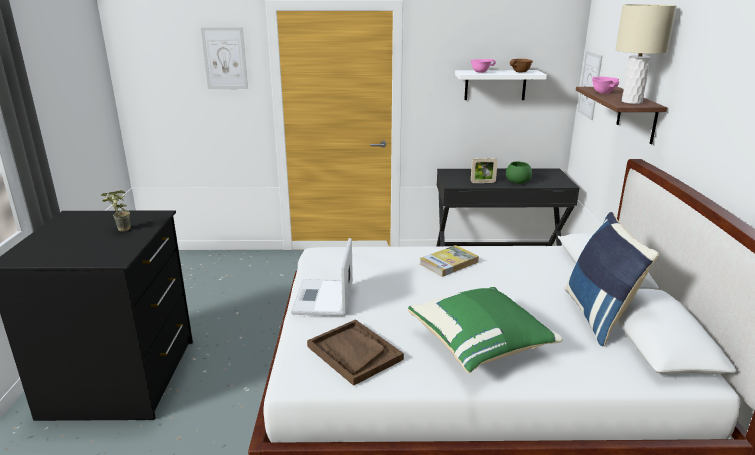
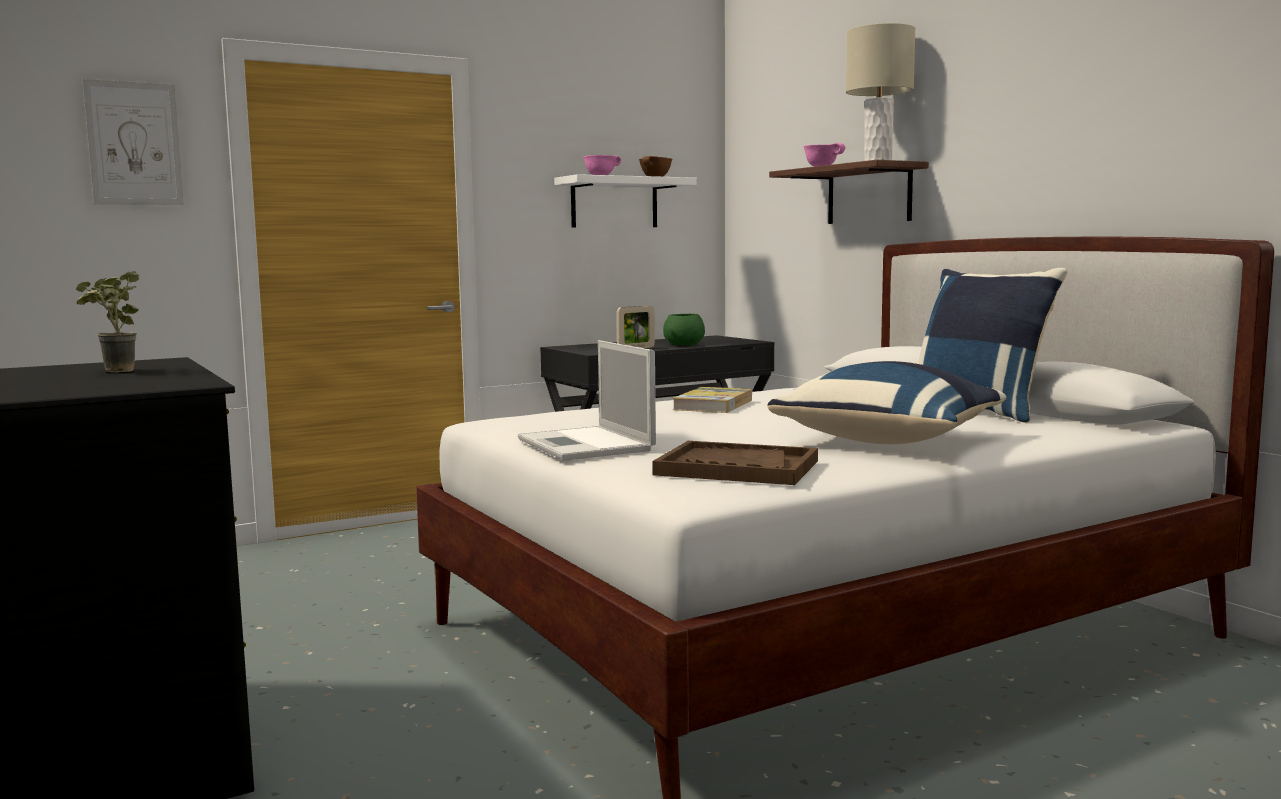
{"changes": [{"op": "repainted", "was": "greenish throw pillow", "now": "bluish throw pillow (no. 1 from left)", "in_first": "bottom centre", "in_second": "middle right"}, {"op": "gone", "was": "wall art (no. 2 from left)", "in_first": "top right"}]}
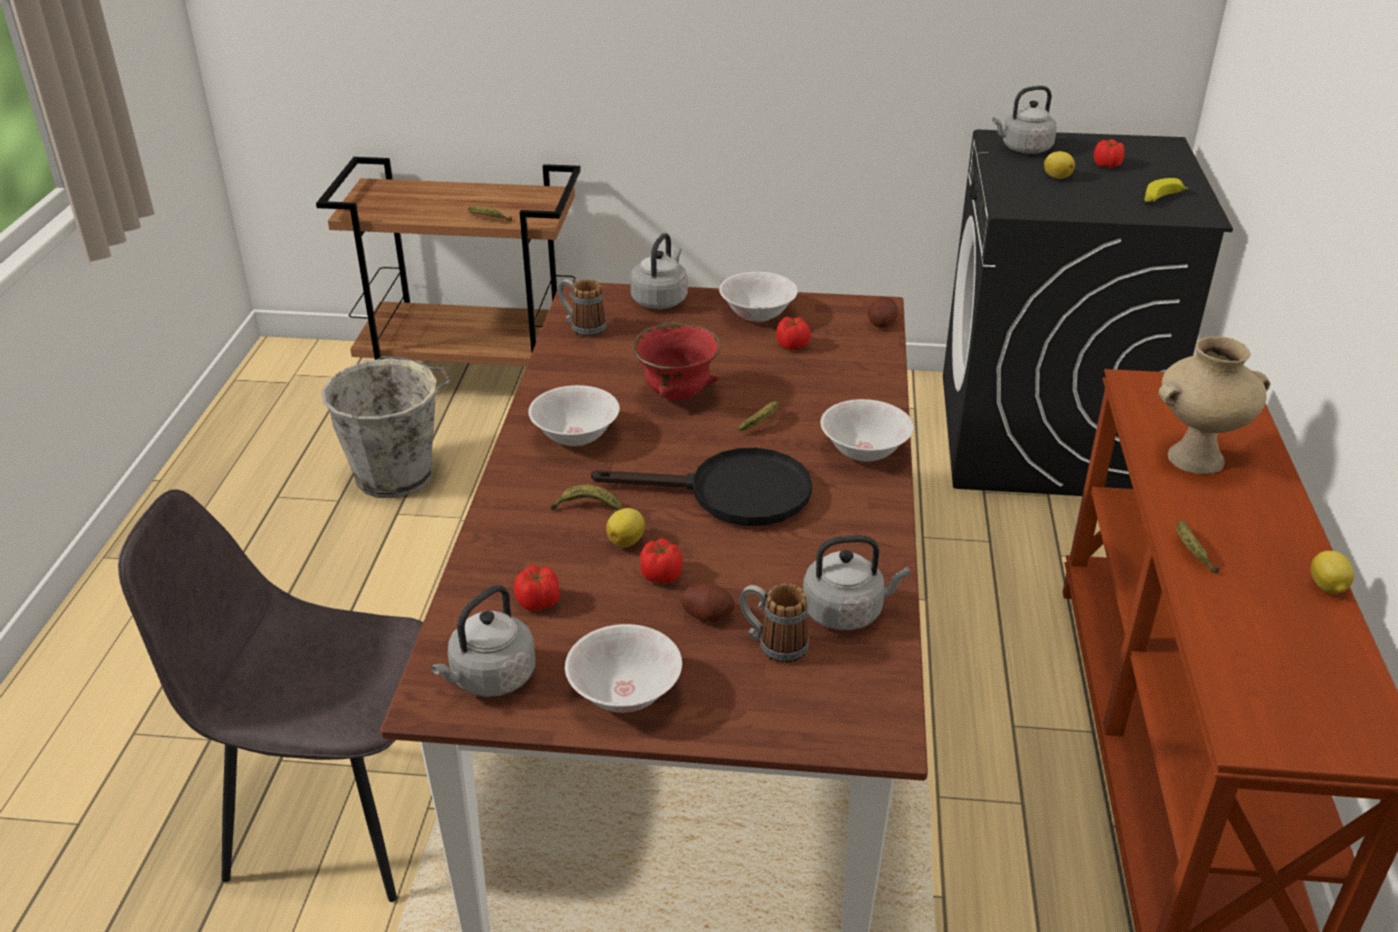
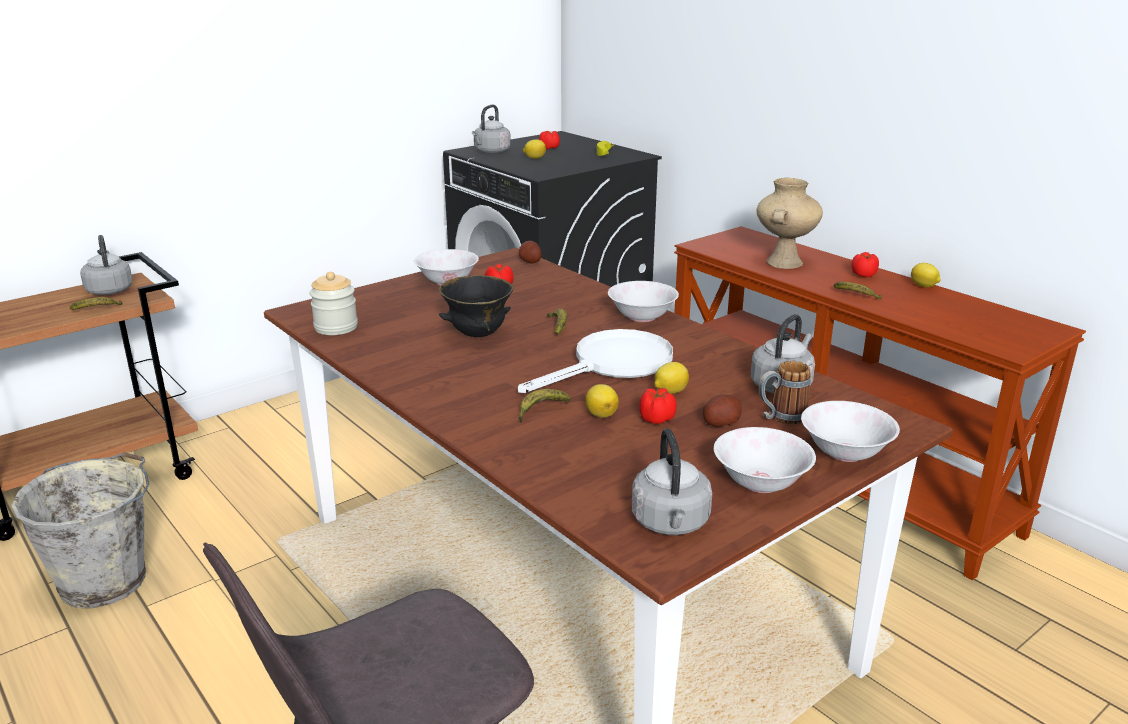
{"changes": [{"op": "shifted", "was": "fresh tomato (no. 1 from left in the first image)", "now": "fresh tomato (no. 4 from left)", "in_first": "centre", "in_second": "middle right"}, {"op": "shifted", "was": "whitish serving bowl (no. 1 from left in the first image)", "now": "whitish serving bowl (no. 4 from left)", "in_first": "centre", "in_second": "middle right"}, {"op": "swapped", "was": "coffee mug (no. 1 from left)", "now": "storage jar", "in_first": "top centre", "in_second": "middle left"}, {"op": "repainted", "was": "black skillet", "now": "whitish skillet", "in_first": "centre", "in_second": "centre"}, {"op": "shifted", "was": "grey tea kettle (no. 2 from left in the first image)", "now": "grey tea kettle (no. 1 from left)", "in_first": "top centre", "in_second": "middle left"}, {"op": "repainted", "was": "red serving bowl", "now": "black serving bowl", "in_first": "centre", "in_second": "centre"}, {"op": "new", "now": "citrus fruit (no. 3 from left)", "in_second": "centre"}]}
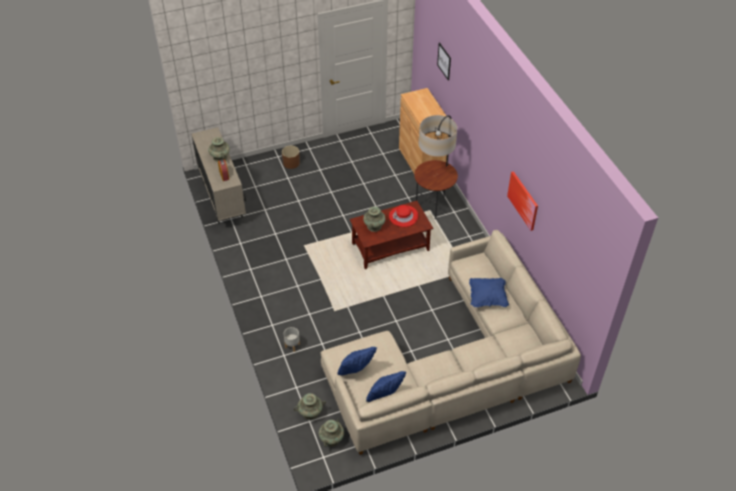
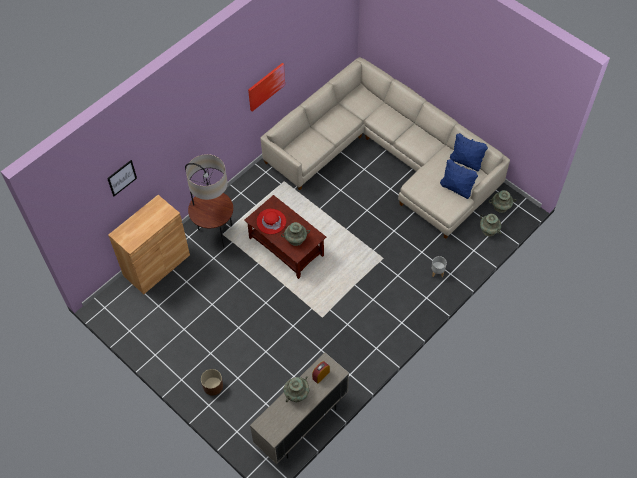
{"changes": [{"op": "gone", "was": "bluish throw pillow (no. 3 from left)", "in_first": "centre"}]}
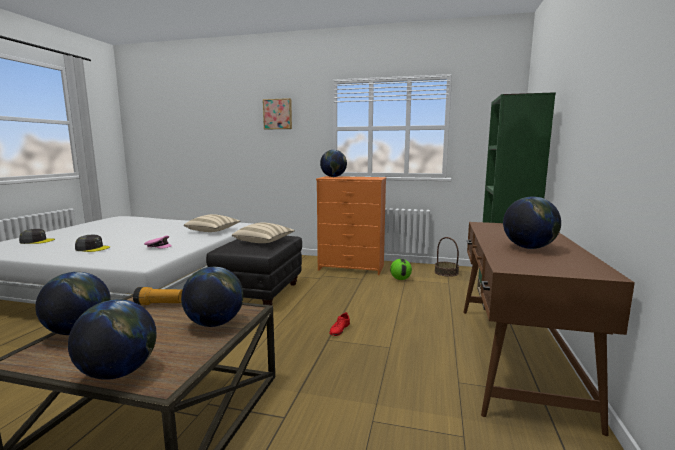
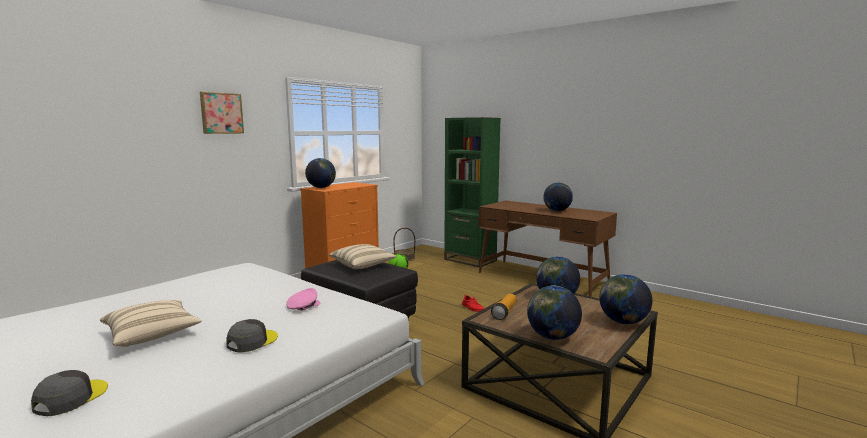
{"changes": [{"op": "shifted", "was": "beige throw pillow (no. 1 from left)", "in_first": "middle left", "in_second": "bottom left"}]}
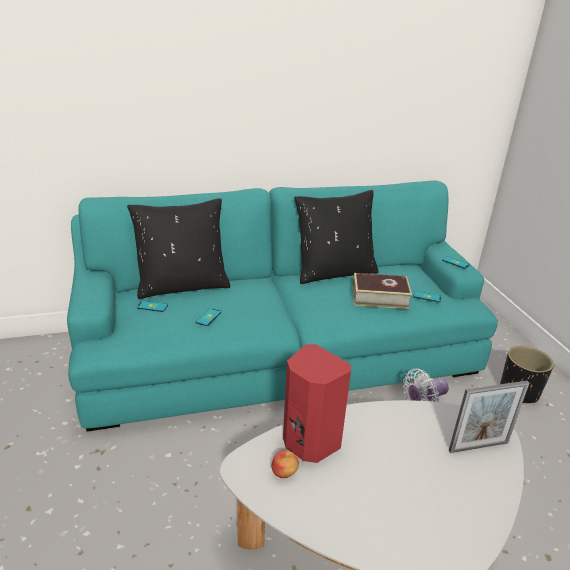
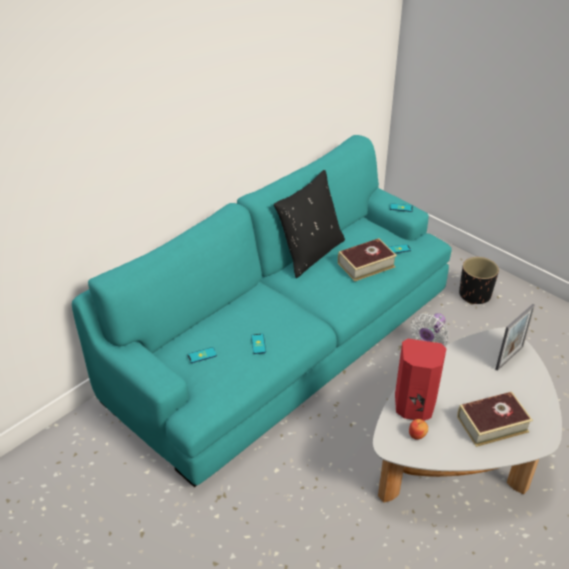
{"changes": [{"op": "gone", "was": "black throw pillow (no. 1 from left)", "in_first": "middle left"}, {"op": "new", "now": "volume (no. 2 from left)", "in_second": "bottom right"}]}
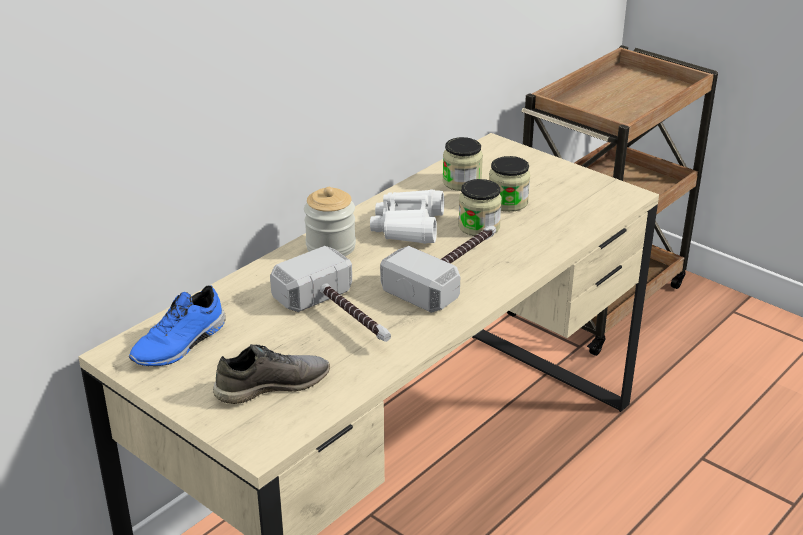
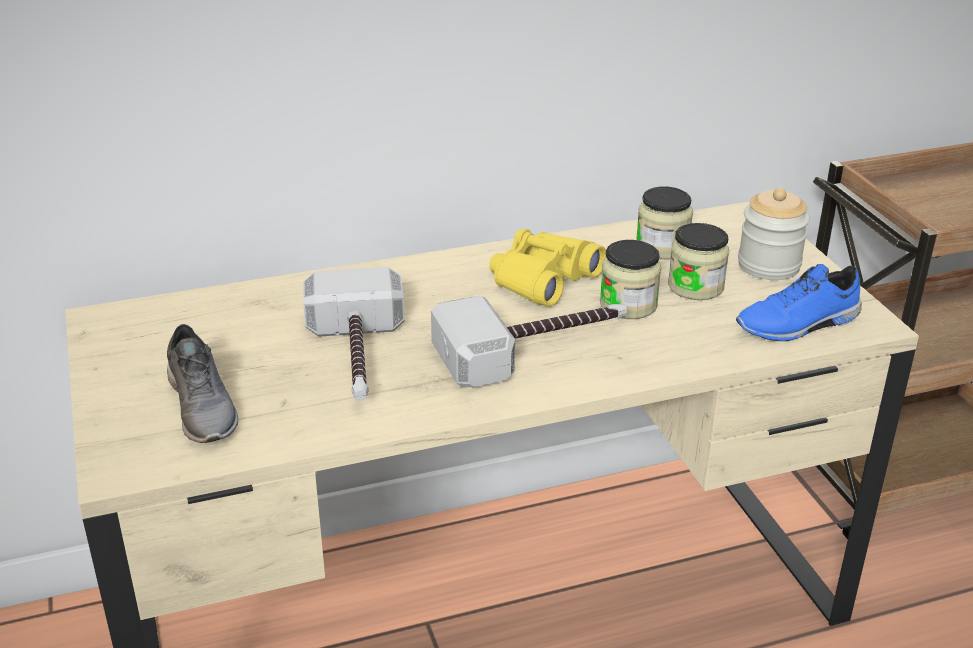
{"changes": [{"op": "shifted", "was": "bluish shoe", "in_first": "middle left", "in_second": "middle right"}, {"op": "rotated", "was": "grey shoe", "in_first": "bottom centre", "in_second": "middle left", "clockwise": 60}, {"op": "shifted", "was": "storage jar (no. 1 from left in the first image)", "now": "storage jar (no. 4 from left)", "in_first": "centre", "in_second": "middle right"}, {"op": "repainted", "was": "whitish binoculars", "now": "yellowish binoculars", "in_first": "centre", "in_second": "centre"}]}
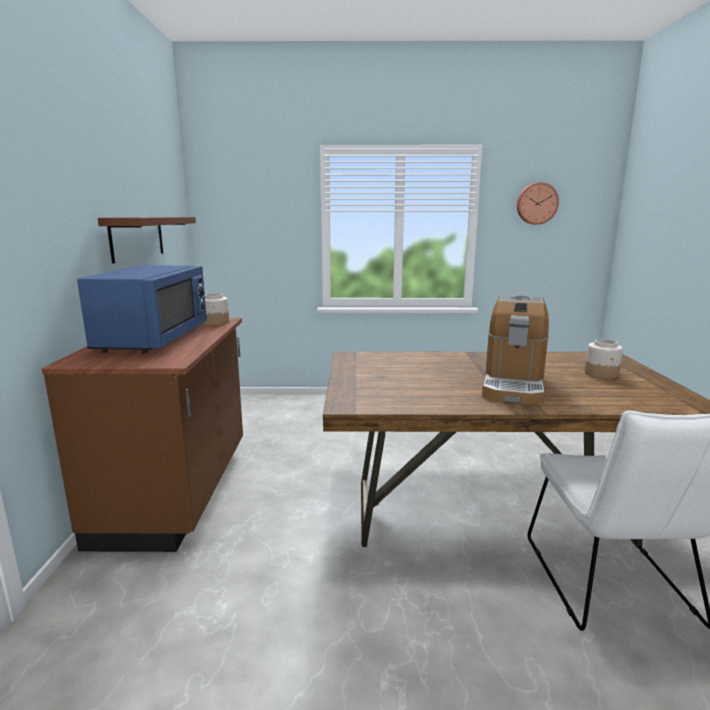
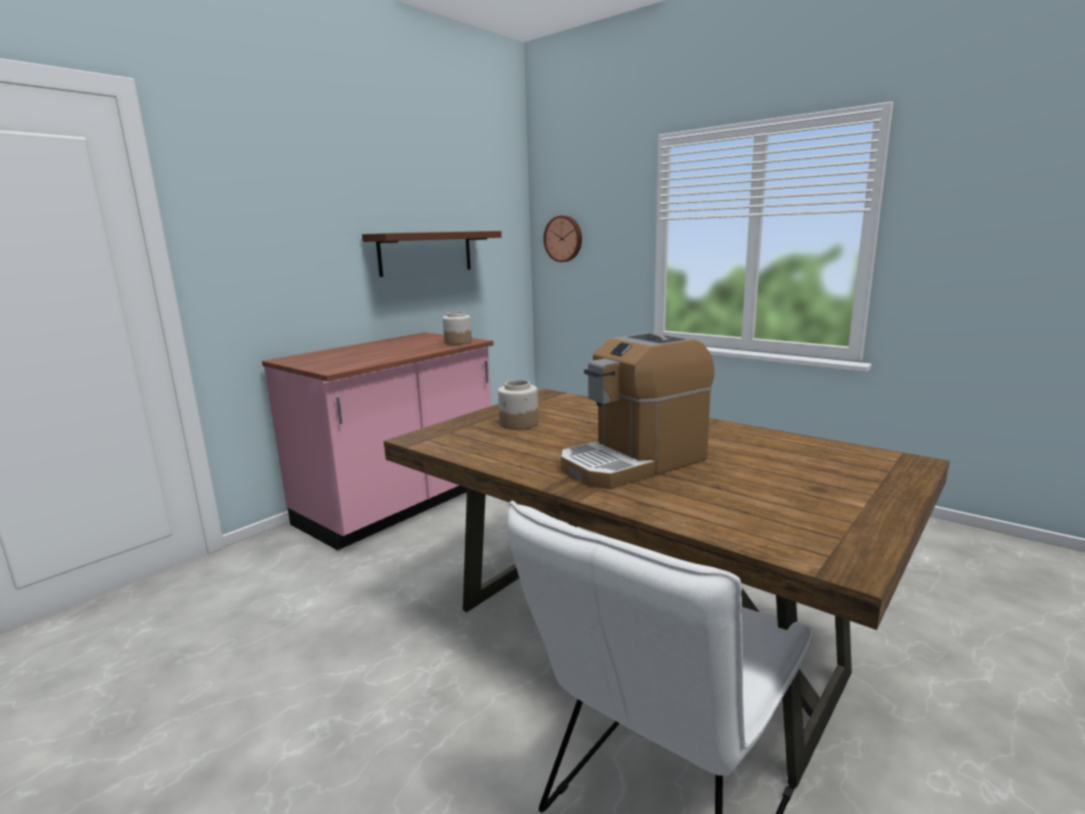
{"changes": [{"op": "repainted", "was": "brown kitchen base unit", "now": "pink kitchen base unit", "in_first": "middle left", "in_second": "centre"}, {"op": "gone", "was": "bluish microwave", "in_first": "middle left"}, {"op": "shifted", "was": "clock on the wall", "in_first": "top right", "in_second": "top centre"}, {"op": "shifted", "was": "storage jar (no. 2 from left)", "in_first": "middle right", "in_second": "centre"}]}
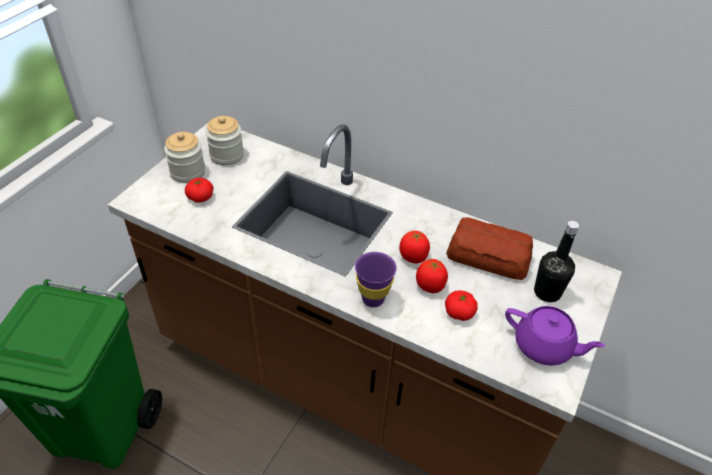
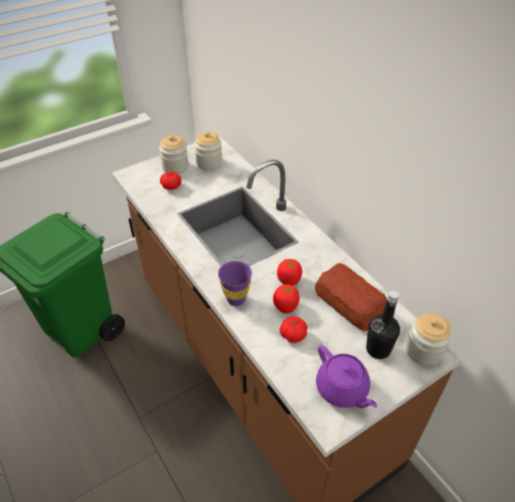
{"changes": [{"op": "new", "now": "storage jar (no. 3 from left)", "in_second": "bottom right"}]}
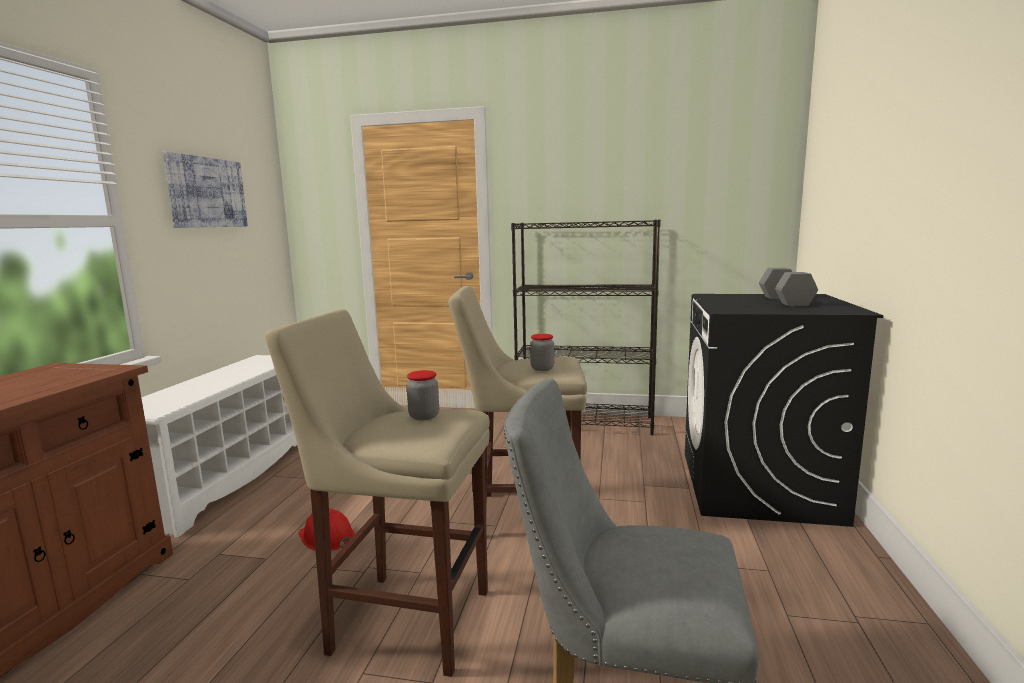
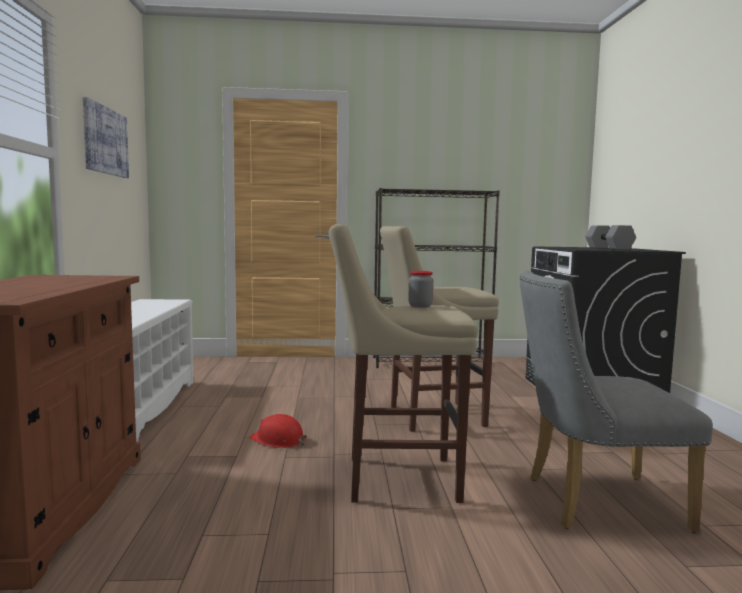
{"changes": [{"op": "gone", "was": "storage jar (no. 2 from left)", "in_first": "centre"}]}
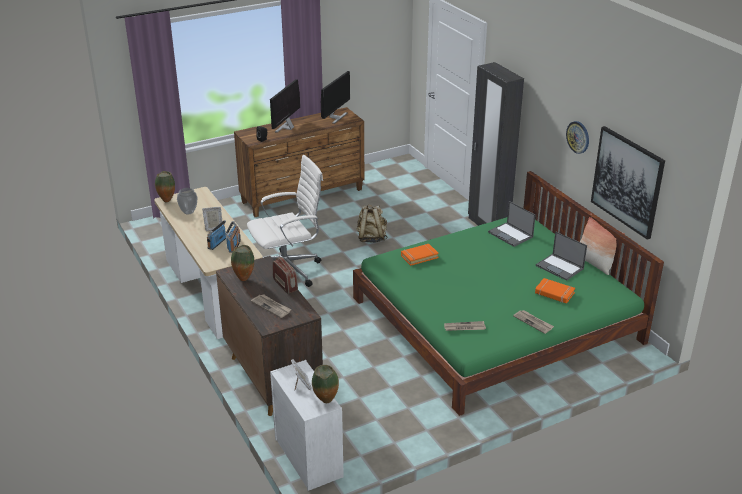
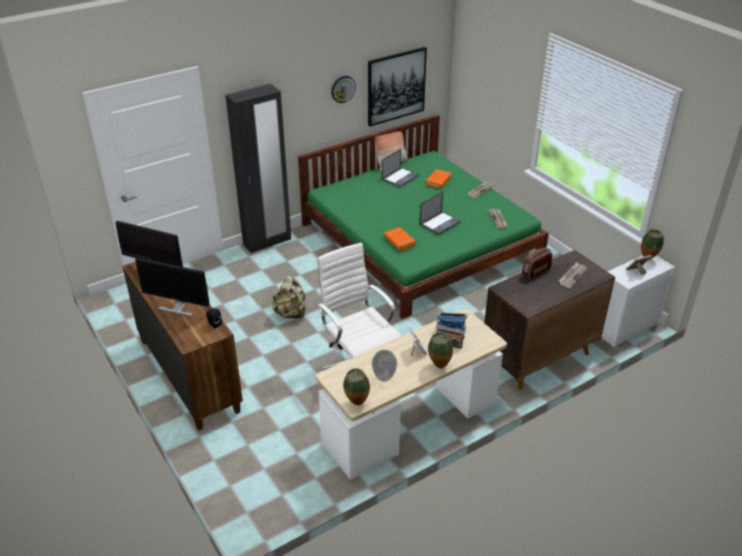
{"changes": [{"op": "shifted", "was": "vase (no. 3 from left)", "in_first": "middle left", "in_second": "centre"}, {"op": "shifted", "was": "notebook computer (no. 1 from left in the first image)", "now": "notebook computer (no. 2 from left)", "in_first": "middle right", "in_second": "centre"}]}
